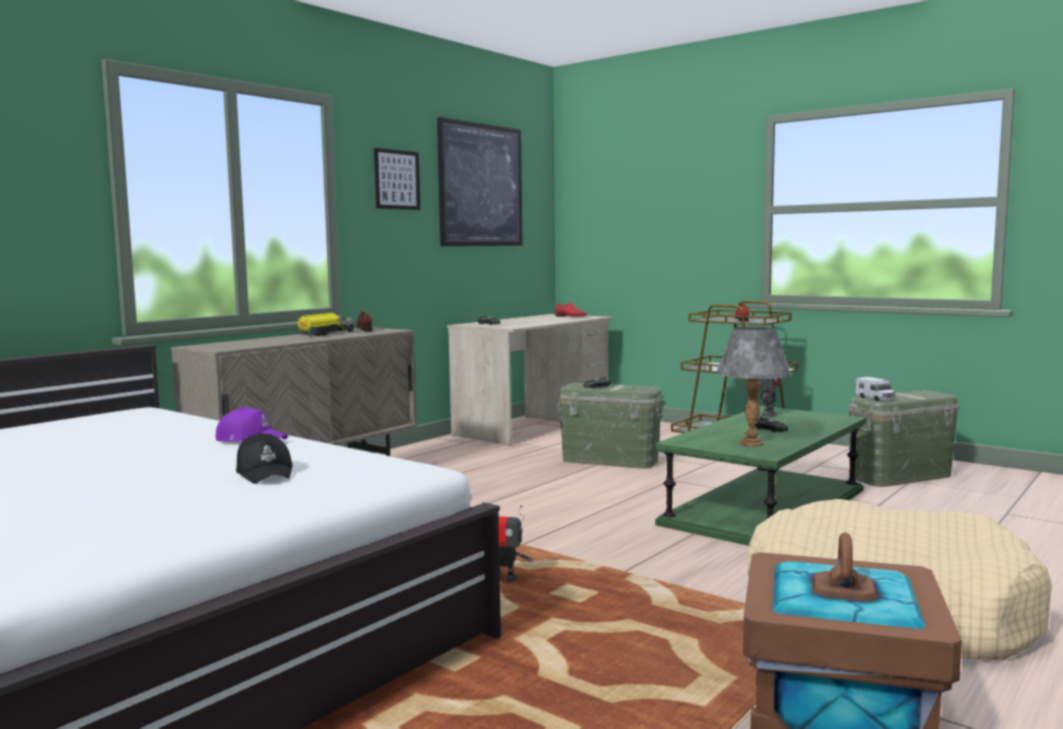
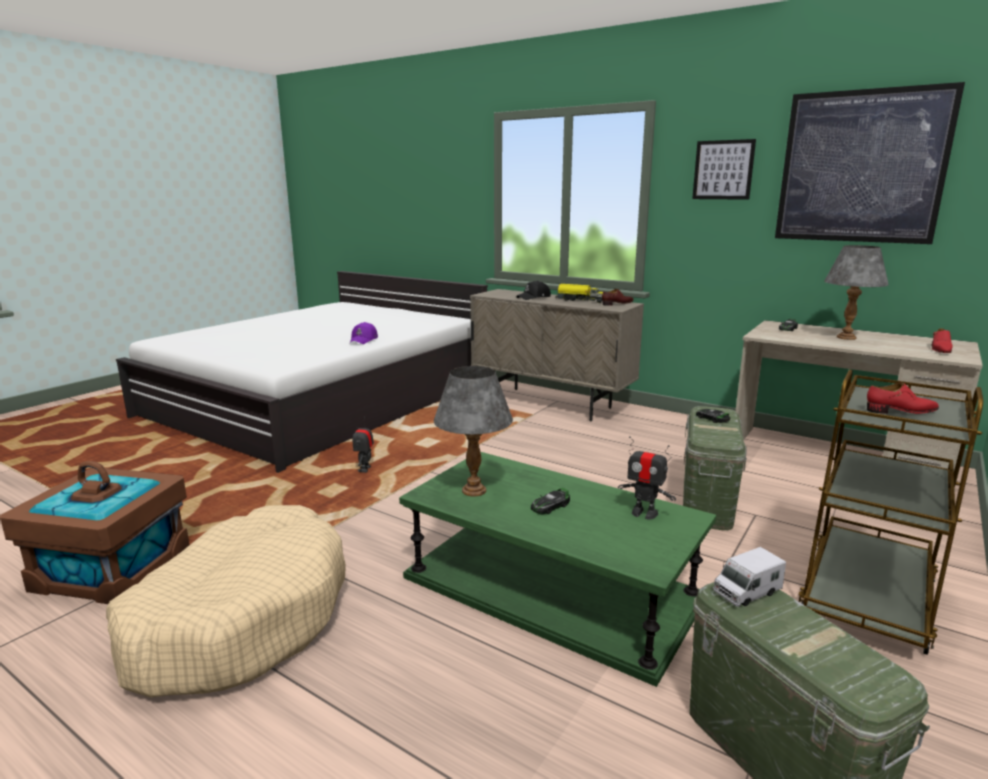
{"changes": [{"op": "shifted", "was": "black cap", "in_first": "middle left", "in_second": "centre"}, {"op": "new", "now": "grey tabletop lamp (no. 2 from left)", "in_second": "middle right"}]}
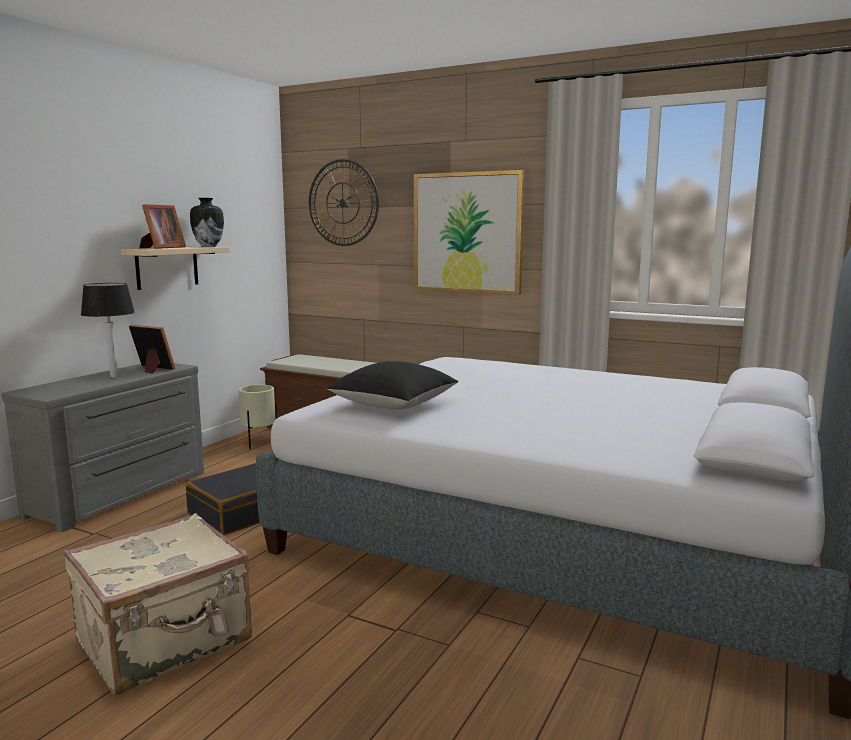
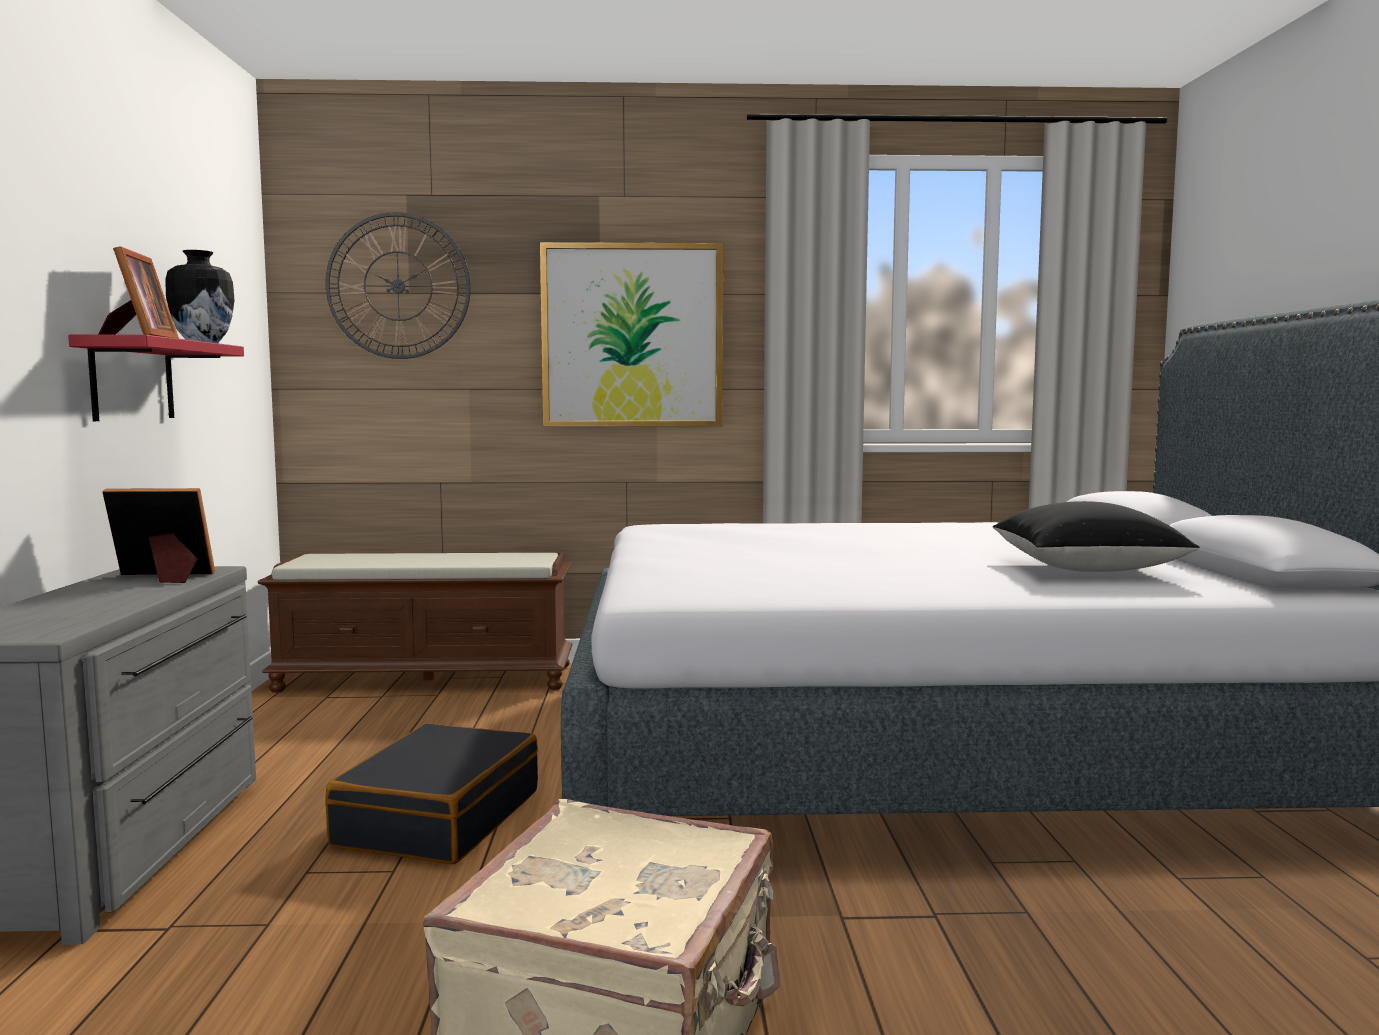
{"changes": [{"op": "gone", "was": "tabletop lamp", "in_first": "middle left"}, {"op": "repainted", "was": "beige wall shelf", "now": "red wall shelf", "in_first": "middle left", "in_second": "middle left"}, {"op": "gone", "was": "beige plant pot", "in_first": "middle left"}, {"op": "shifted", "was": "black throw pillow", "in_first": "centre", "in_second": "middle right"}]}
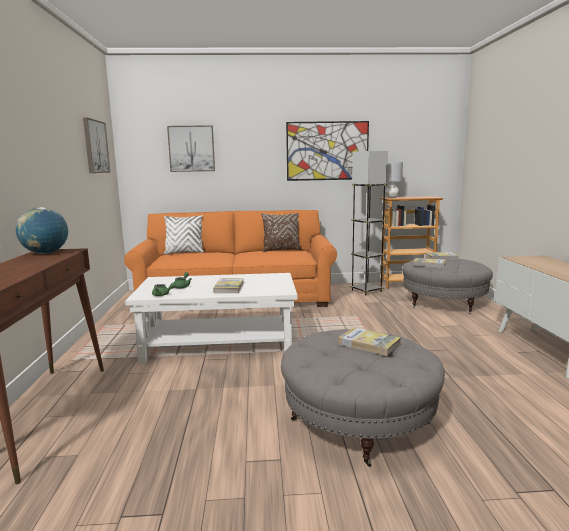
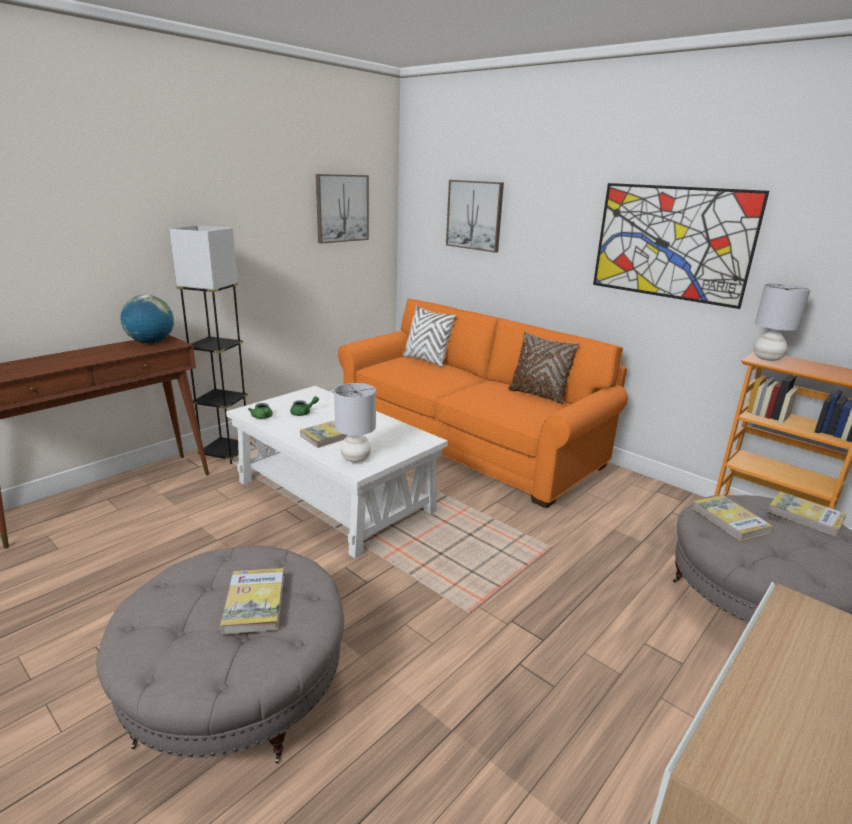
{"changes": [{"op": "shifted", "was": "grey floor lamp", "in_first": "centre", "in_second": "middle left"}, {"op": "new", "now": "grey tabletop lamp (no. 1 from left)", "in_second": "centre"}]}
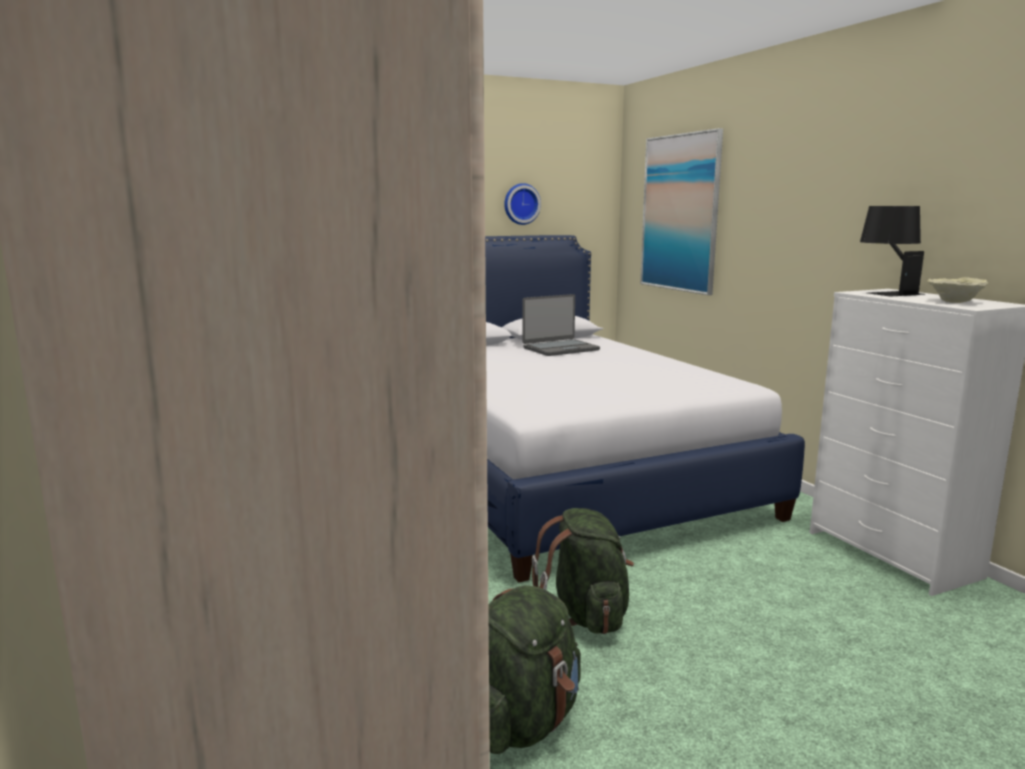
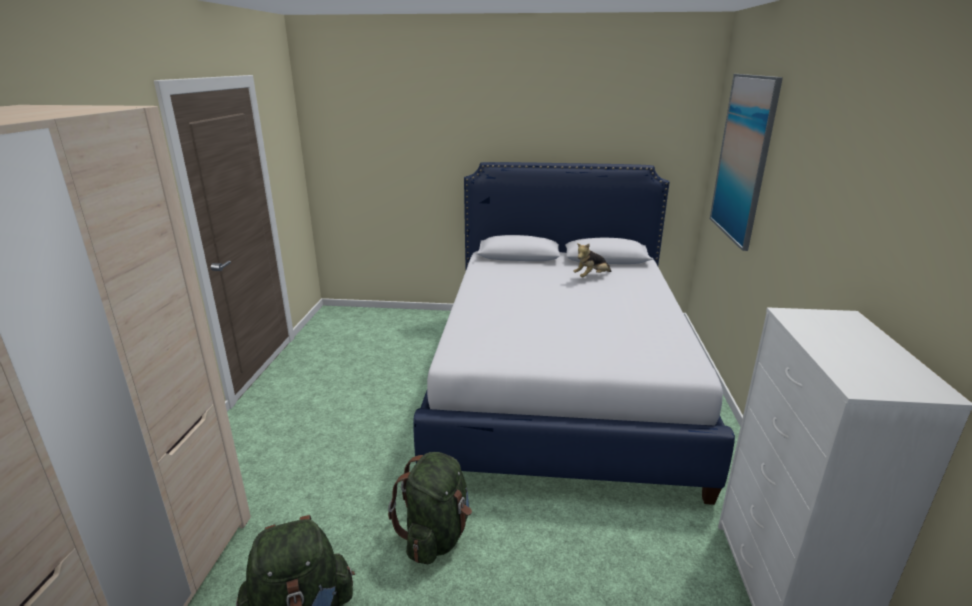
{"changes": [{"op": "gone", "was": "clock on the wall", "in_first": "top centre"}, {"op": "swapped", "was": "notebook computer", "now": "cuddly toy", "in_first": "centre", "in_second": "centre"}, {"op": "gone", "was": "black tabletop lamp", "in_first": "top right"}, {"op": "gone", "was": "beige serving bowl", "in_first": "middle right"}]}
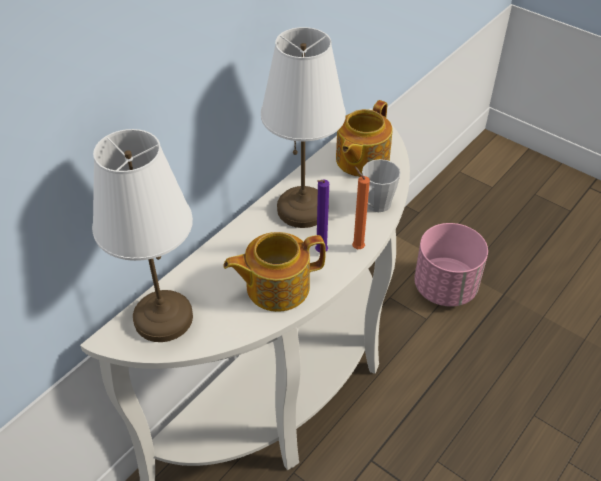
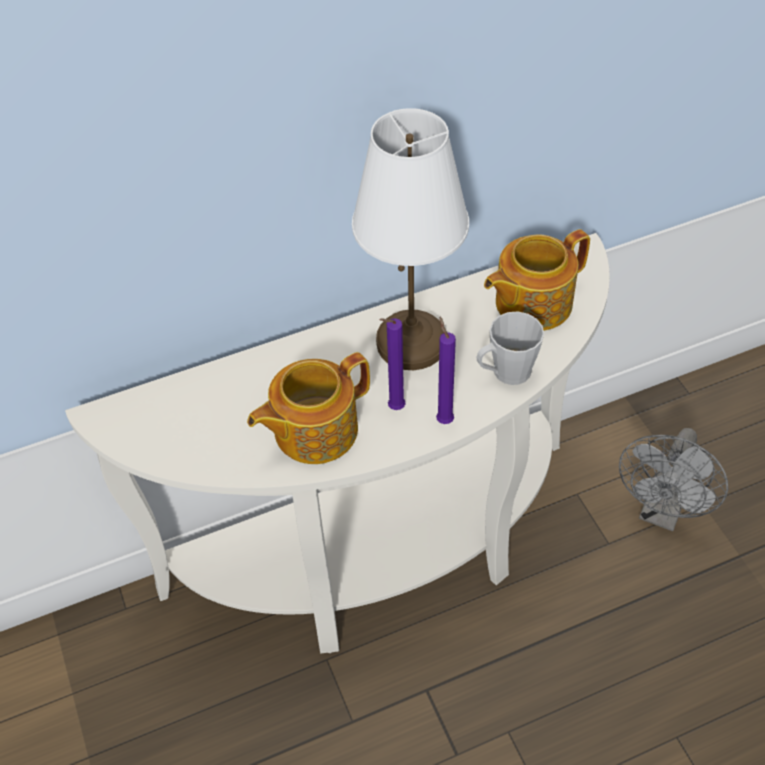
{"changes": [{"op": "gone", "was": "whitish tabletop lamp (no. 1 from left)", "in_first": "middle left"}, {"op": "rotated", "was": "teapot (no. 1 from left)", "in_first": "centre", "in_second": "centre", "clockwise": -45}, {"op": "repainted", "was": "orange-coloured wax light", "now": "purplish wax light (no. 2 from left)", "in_first": "centre", "in_second": "centre"}, {"op": "swapped", "was": "pink plant pot", "now": "grey fan", "in_first": "middle right", "in_second": "middle right"}]}
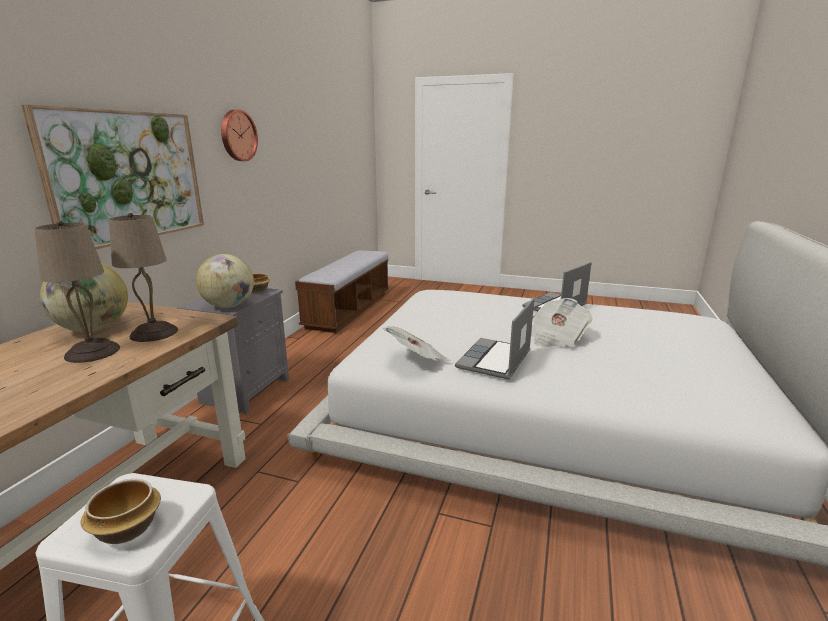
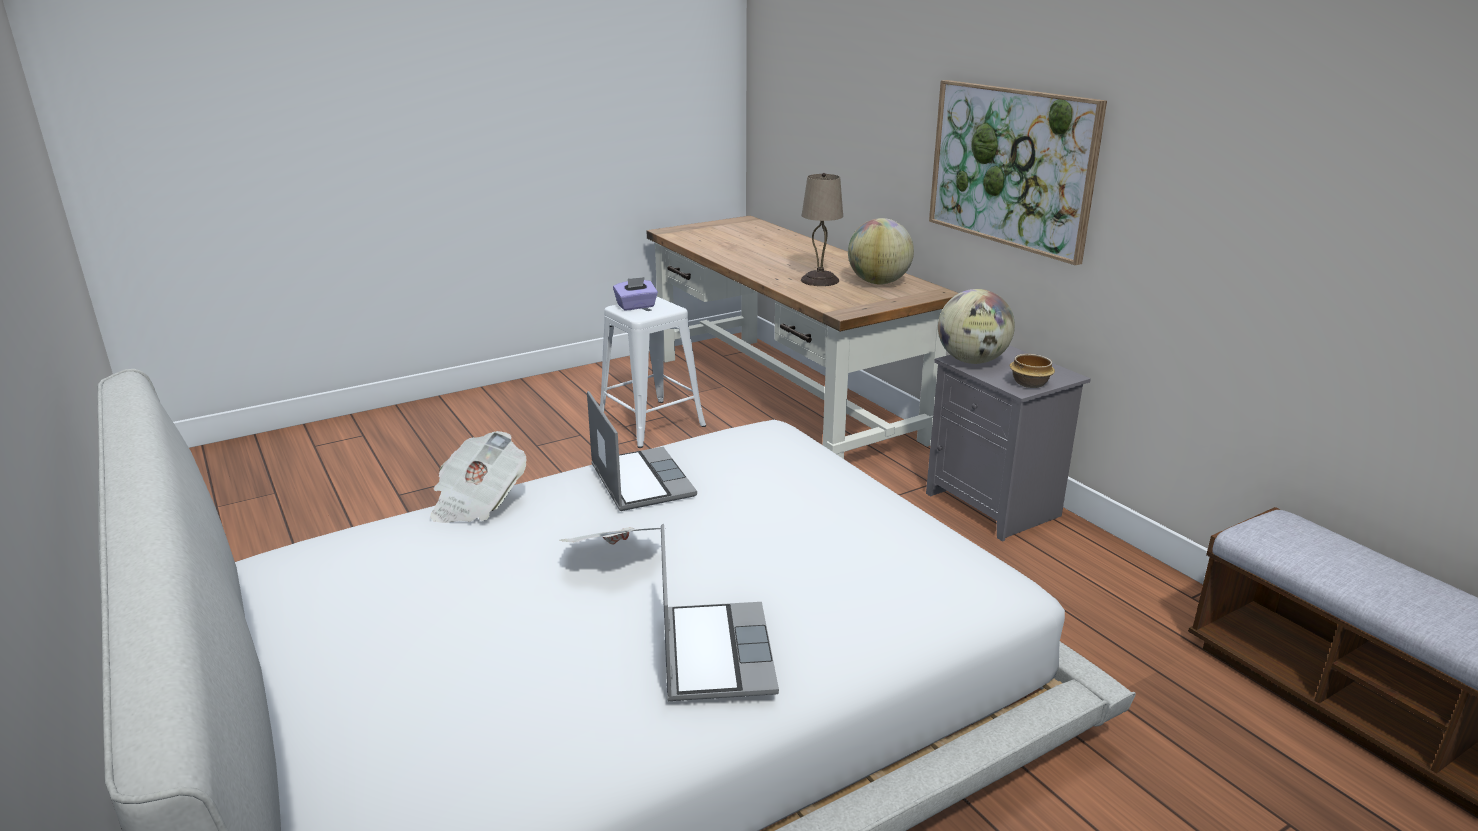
{"changes": [{"op": "swapped", "was": "serving bowl (no. 1 from left)", "now": "purplish tissue holder", "in_first": "bottom left", "in_second": "centre"}, {"op": "gone", "was": "beige tabletop lamp (no. 2 from left)", "in_first": "middle left"}, {"op": "gone", "was": "clock on the wall", "in_first": "top left"}, {"op": "shifted", "was": "daily paper (no. 1 from left)", "in_first": "centre", "in_second": "middle left"}]}
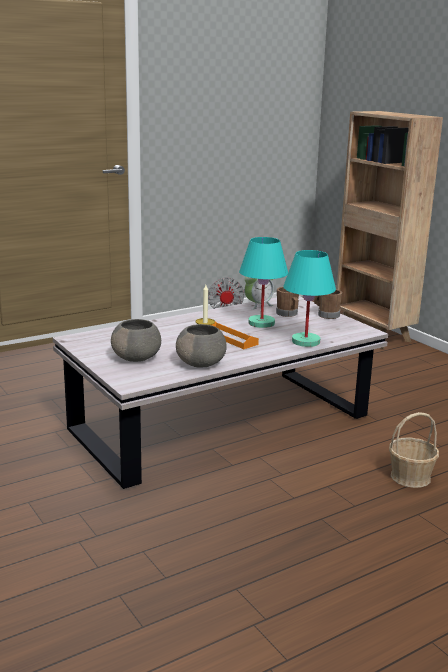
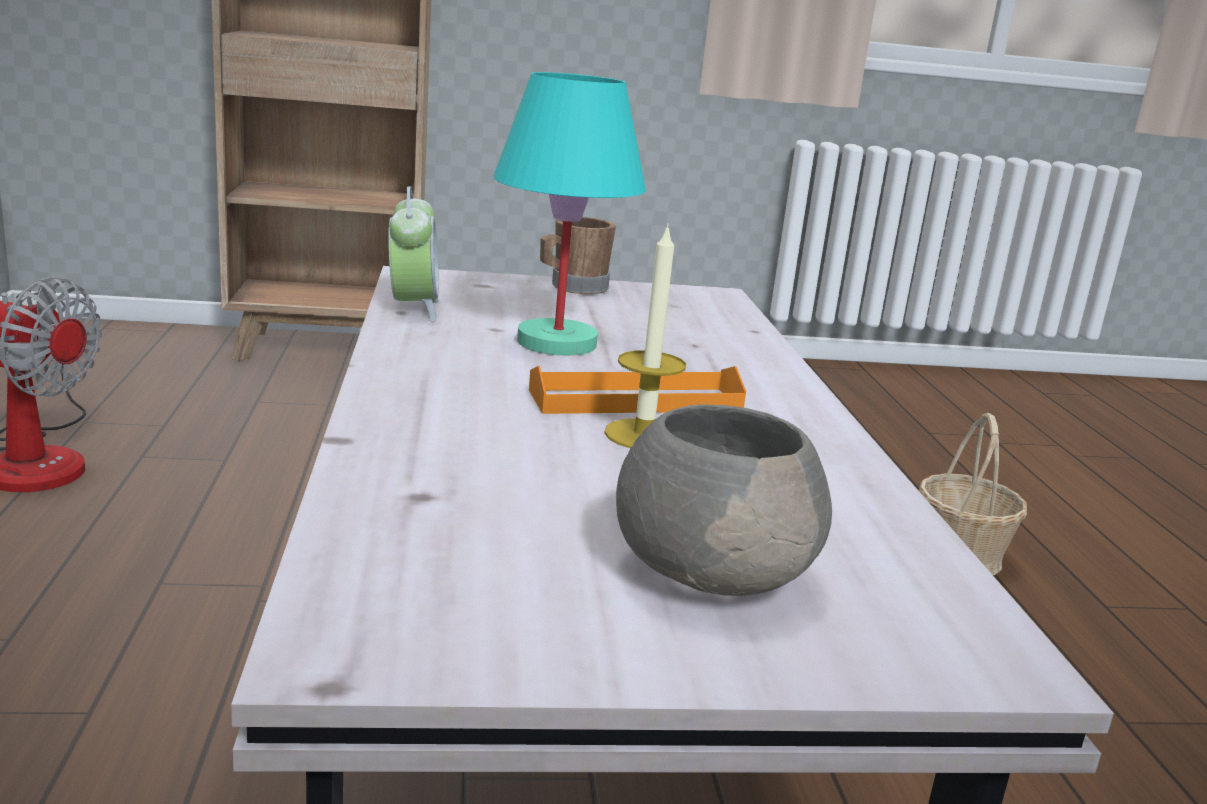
{"changes": [{"op": "gone", "was": "grey serving bowl (no. 2 from left)", "in_first": "centre"}, {"op": "gone", "was": "brown coffee mug (no. 1 from left)", "in_first": "centre"}, {"op": "gone", "was": "turquoise-coloured tabletop lamp (no. 2 from left)", "in_first": "middle right"}]}
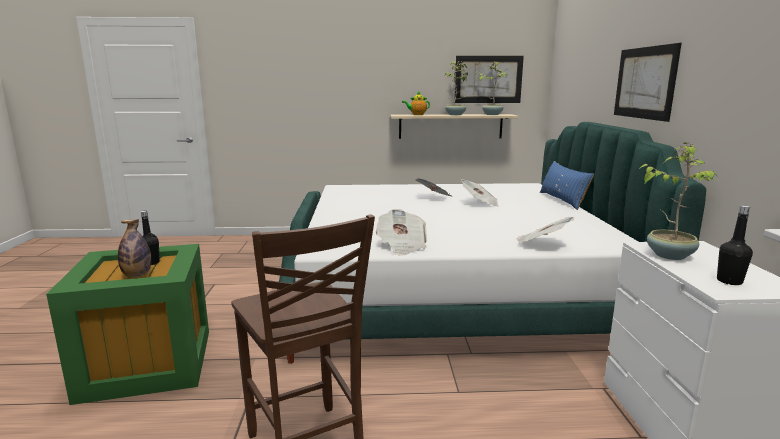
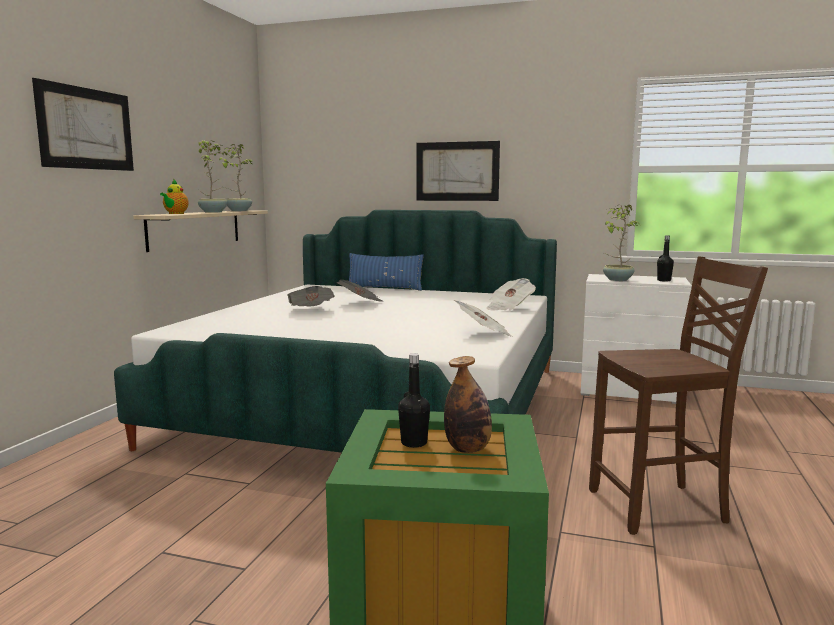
{"changes": [{"op": "shifted", "was": "wall art (no. 1 from left)", "in_first": "top centre", "in_second": "top left"}]}
